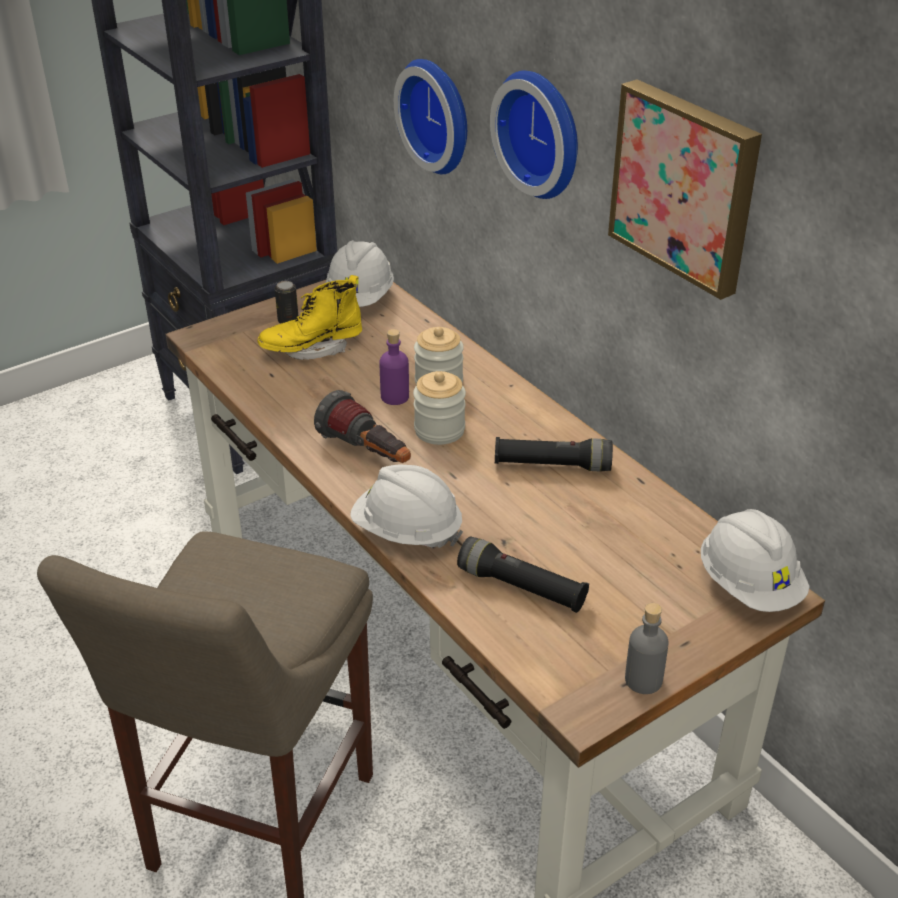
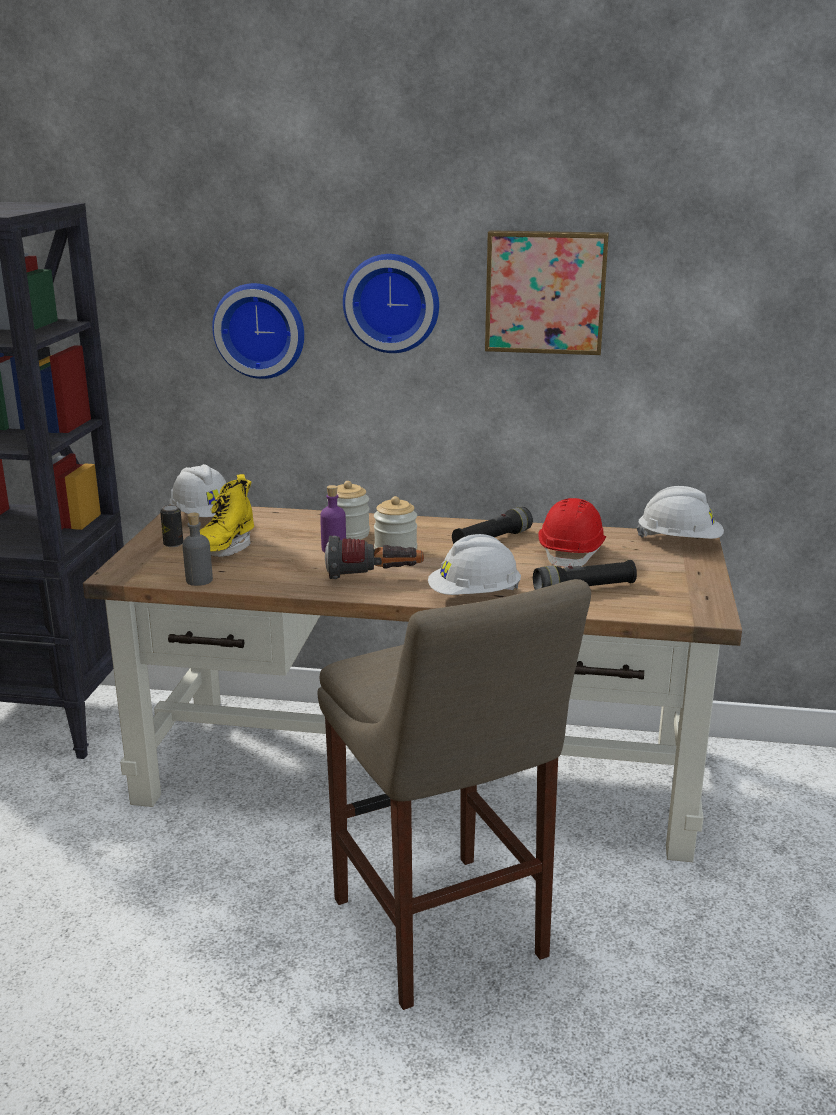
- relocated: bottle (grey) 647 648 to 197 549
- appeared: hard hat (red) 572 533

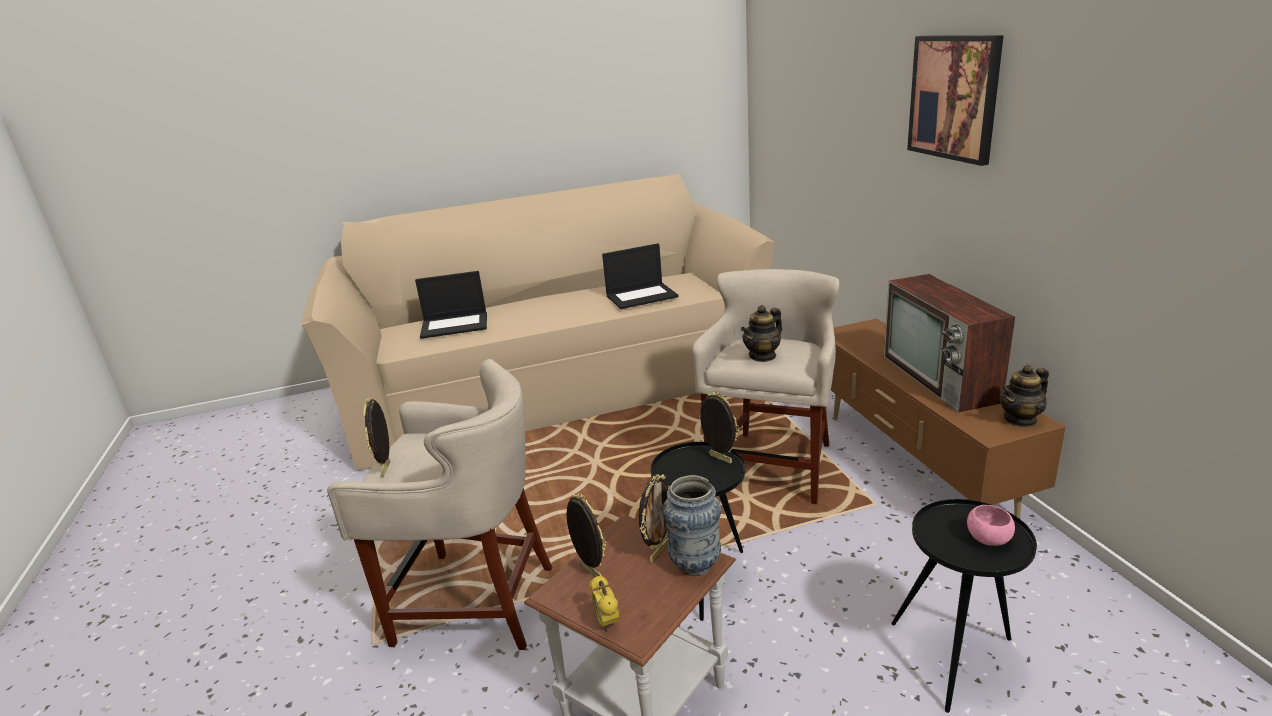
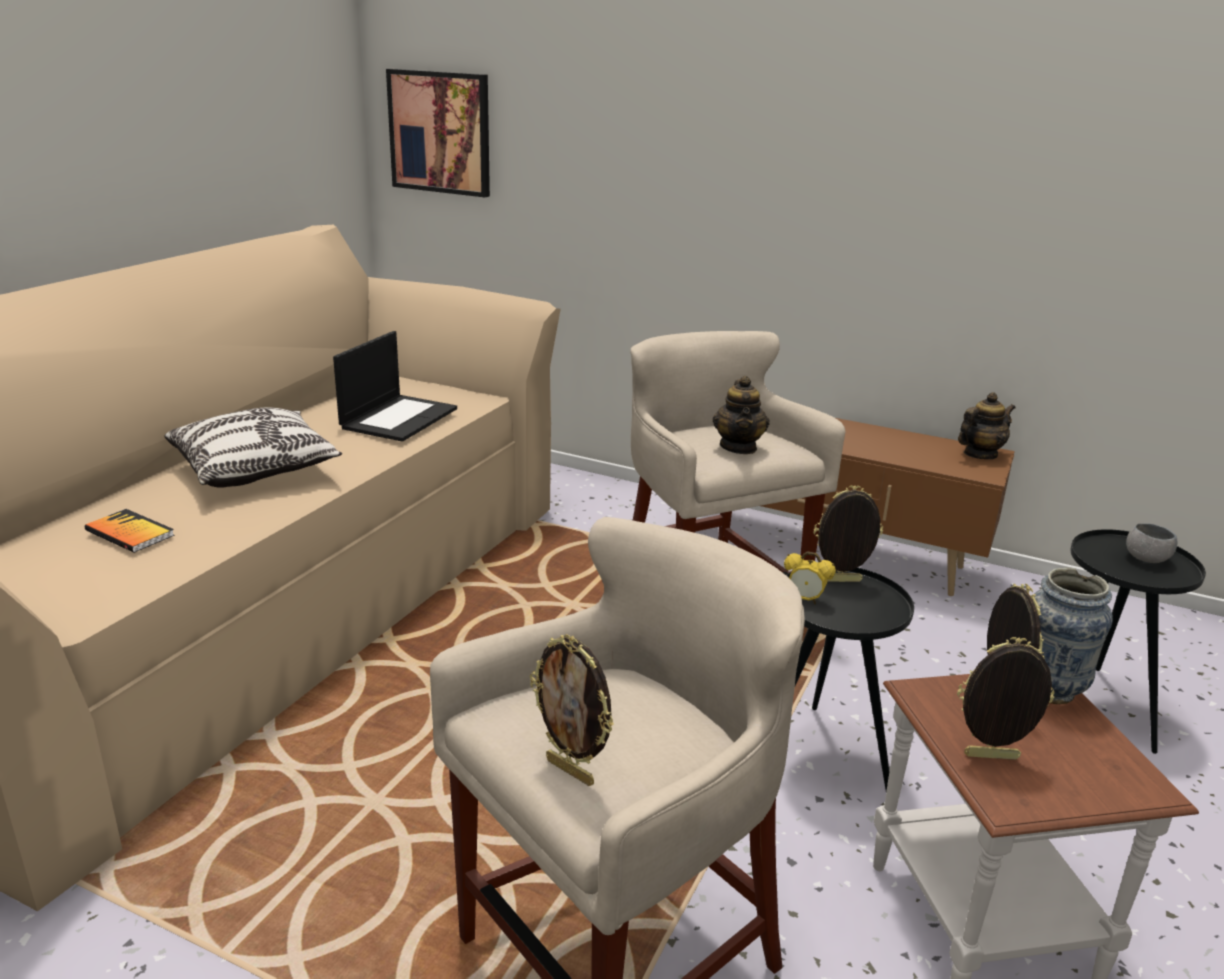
- exchanged: laptop 451 305 to book 130 531
- relocated: alarm clock 604 603 to 810 577
- missing: television 949 343
- relocated: picture 955 100 to 438 133
- colour: bowl (pink) 991 525 to bowl (grey) 1151 543
- spun: teapot 1024 396 = 986 425 135 degrees counterclockwise
- appeared: pillow 253 447

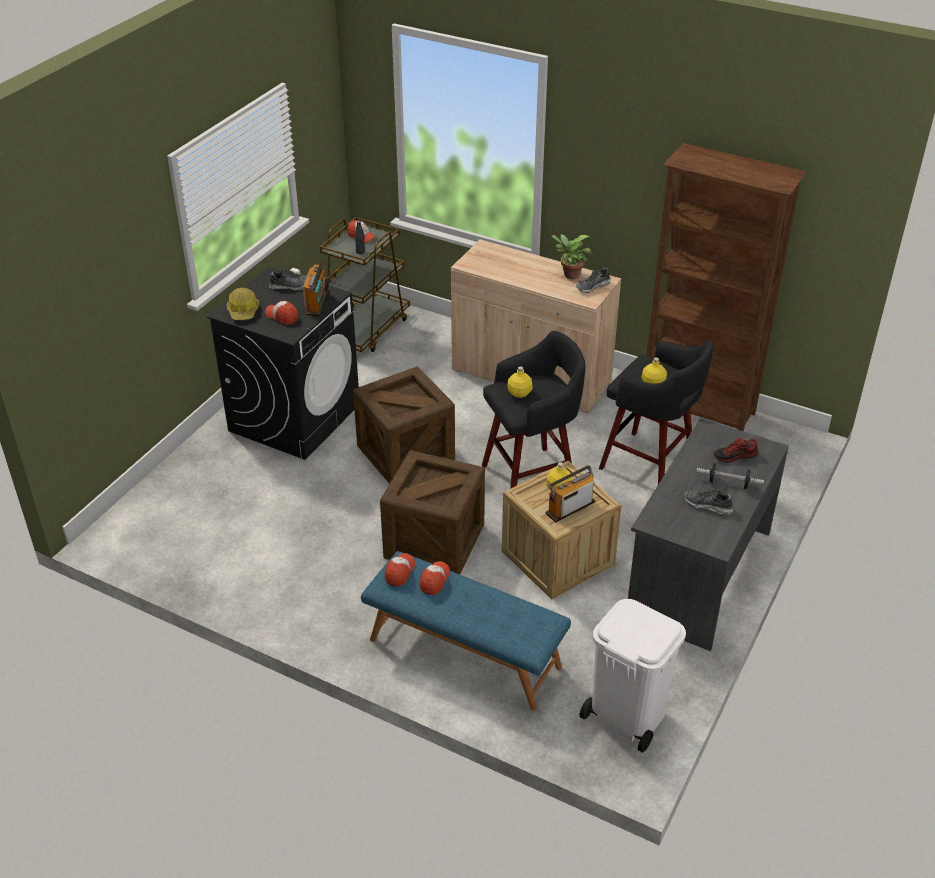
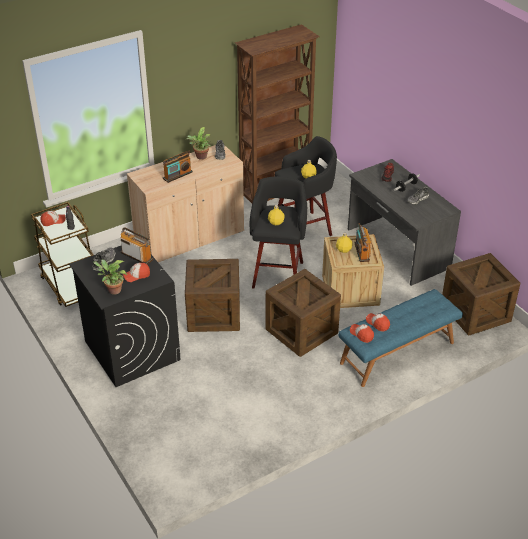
- exchanged: hard hat 243 304 to potted plant 110 277
- exchanged: trash can (white) 633 676 to crate 481 294
- appeared: radio 178 167

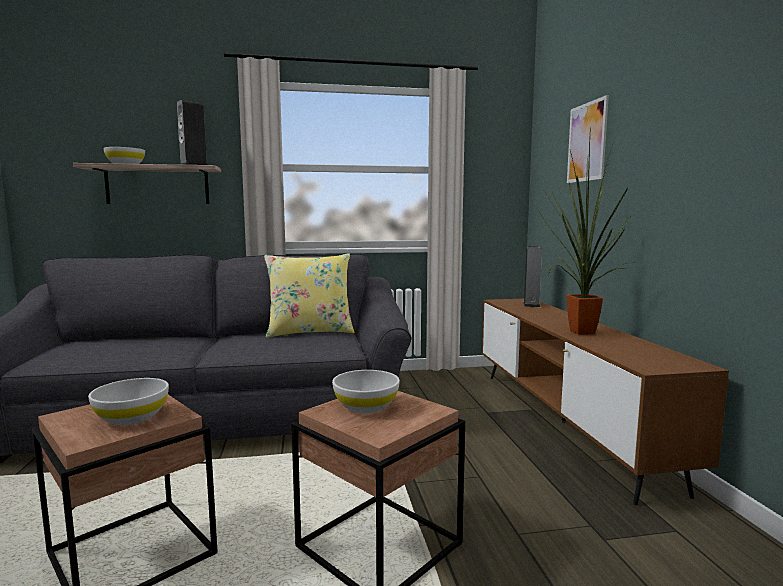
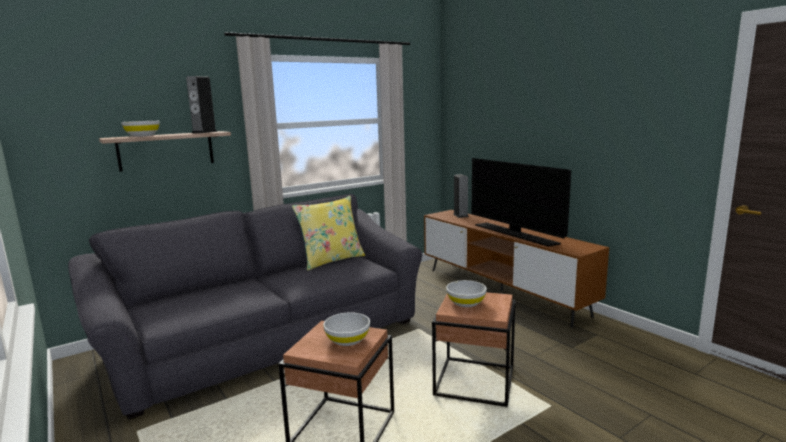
- exchanged: potted plant 586 236 to television 521 202
- missing: picture 588 139

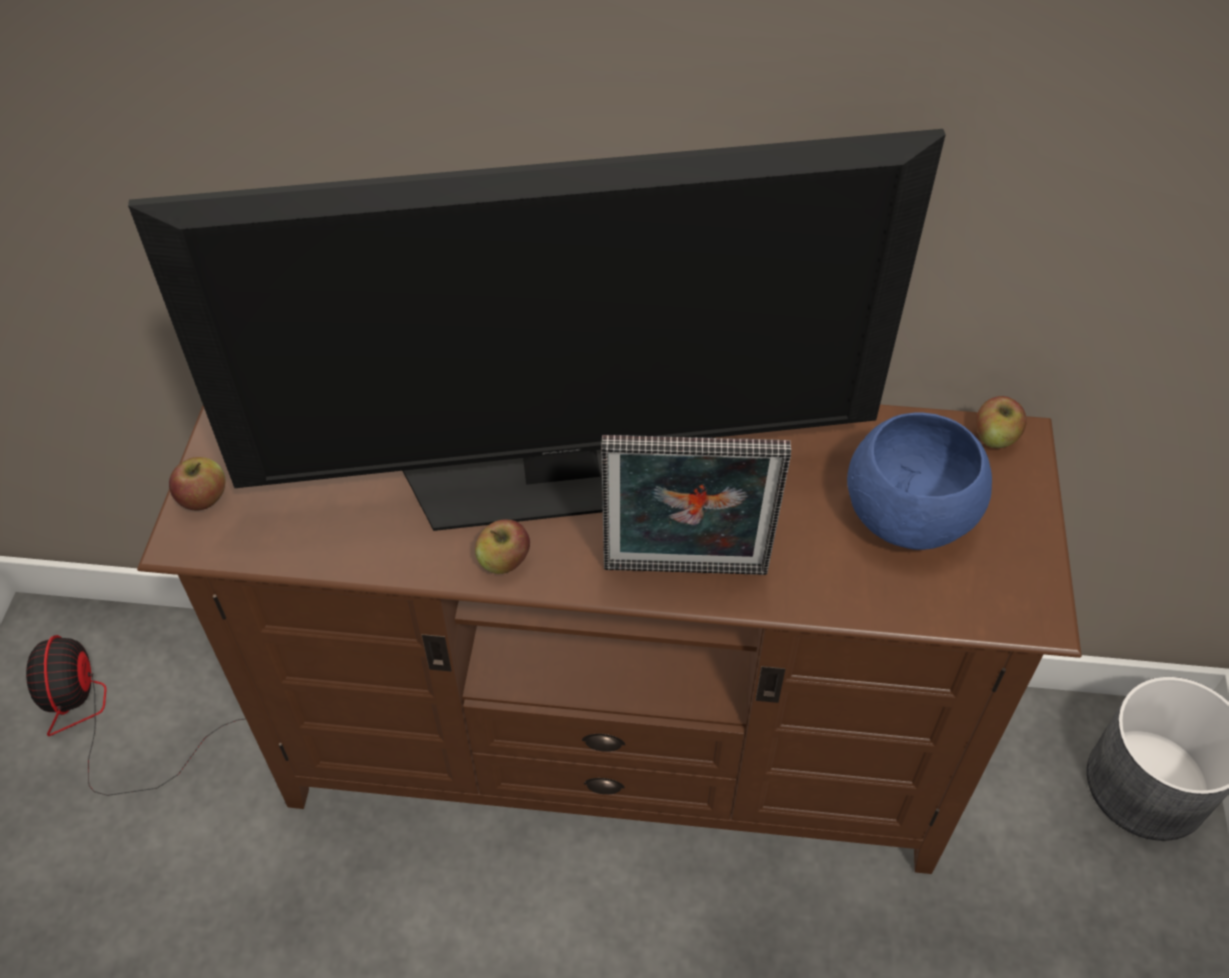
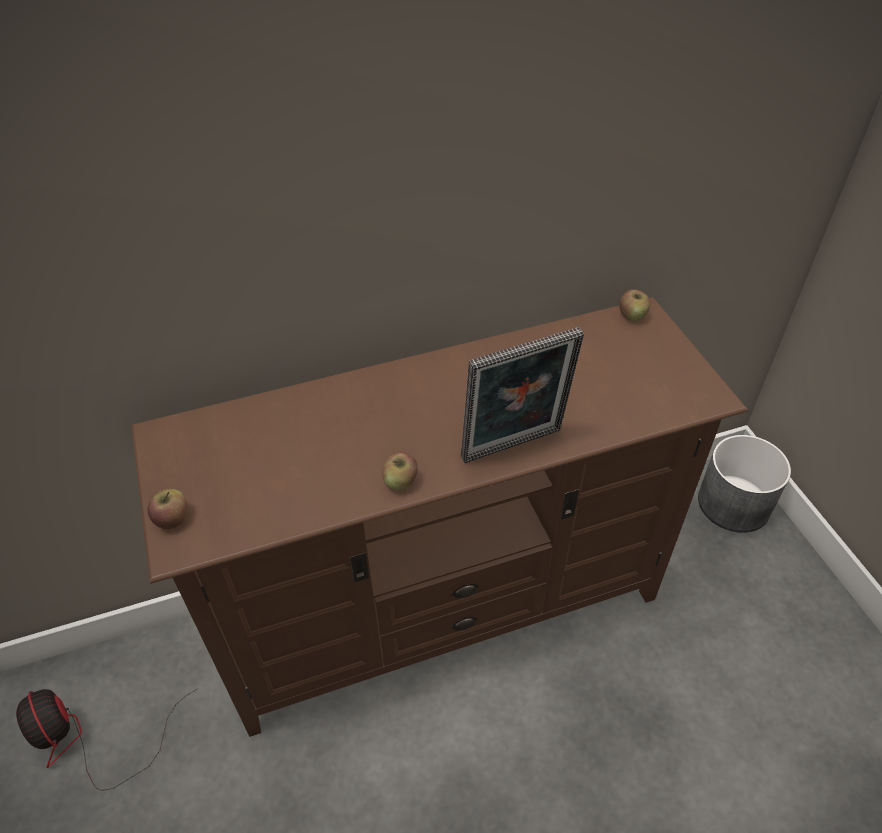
- missing: television 537 330
- missing: bowl (blue) 919 481

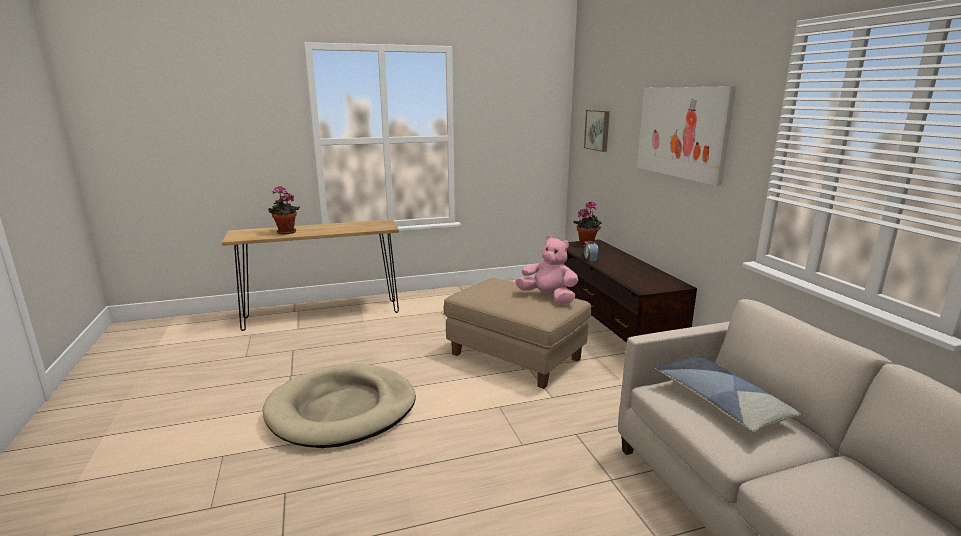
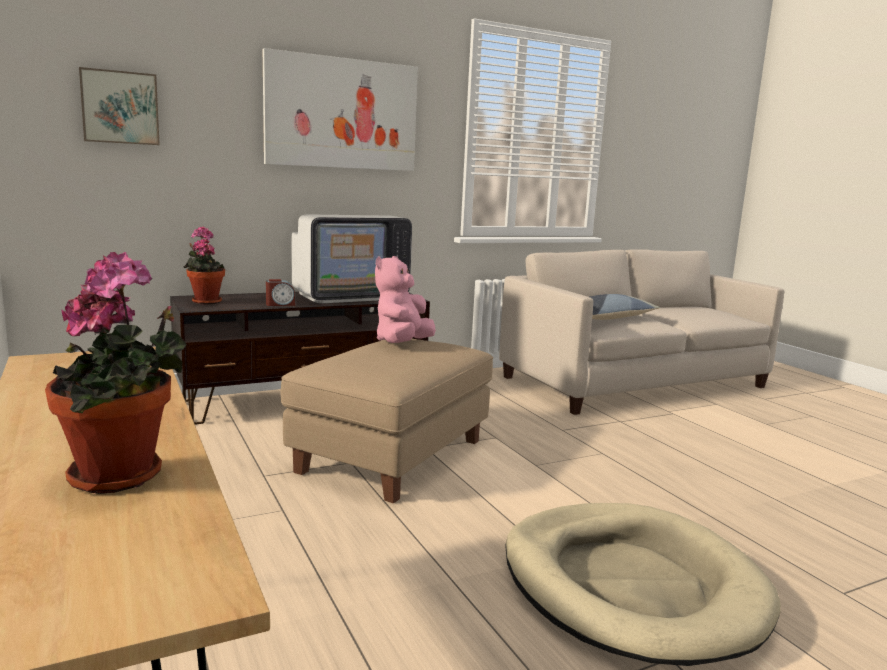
- appeared: television 352 259

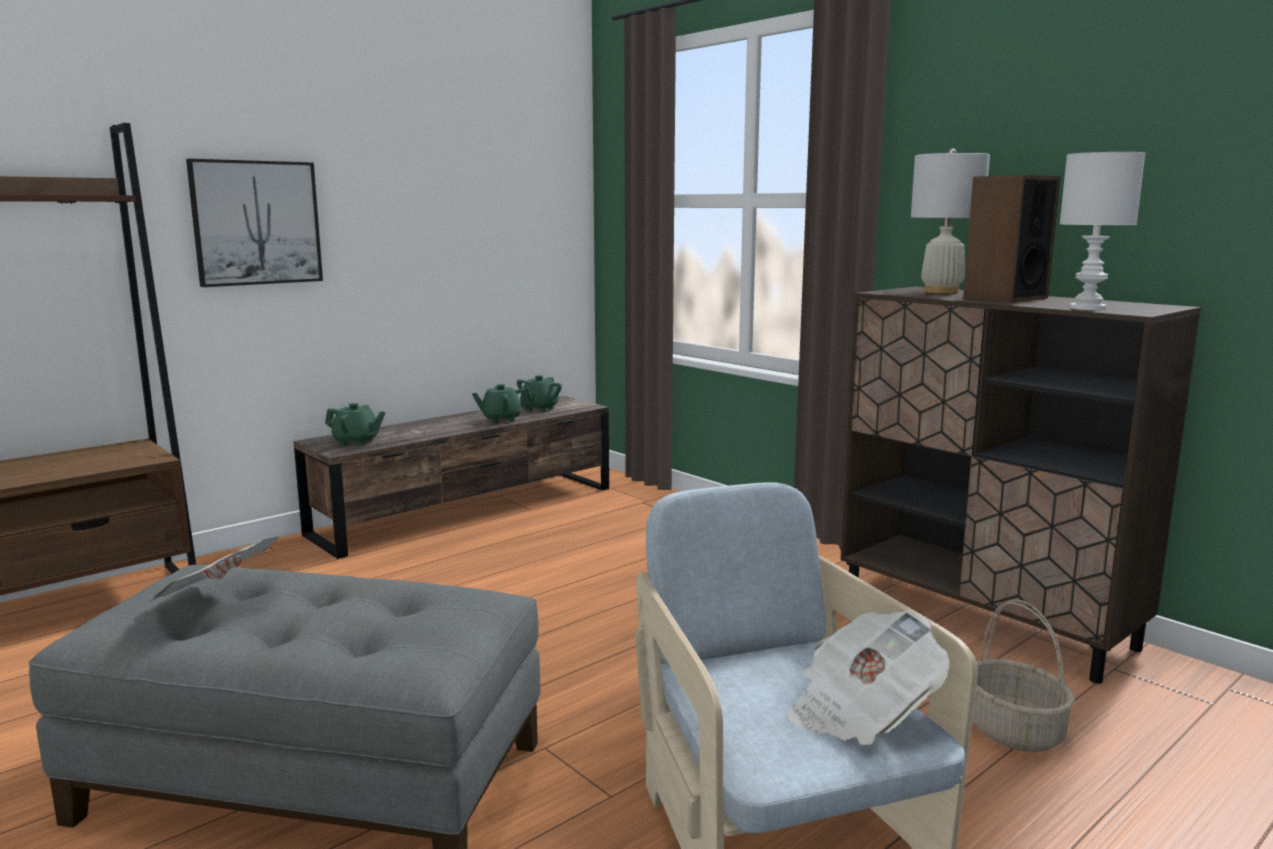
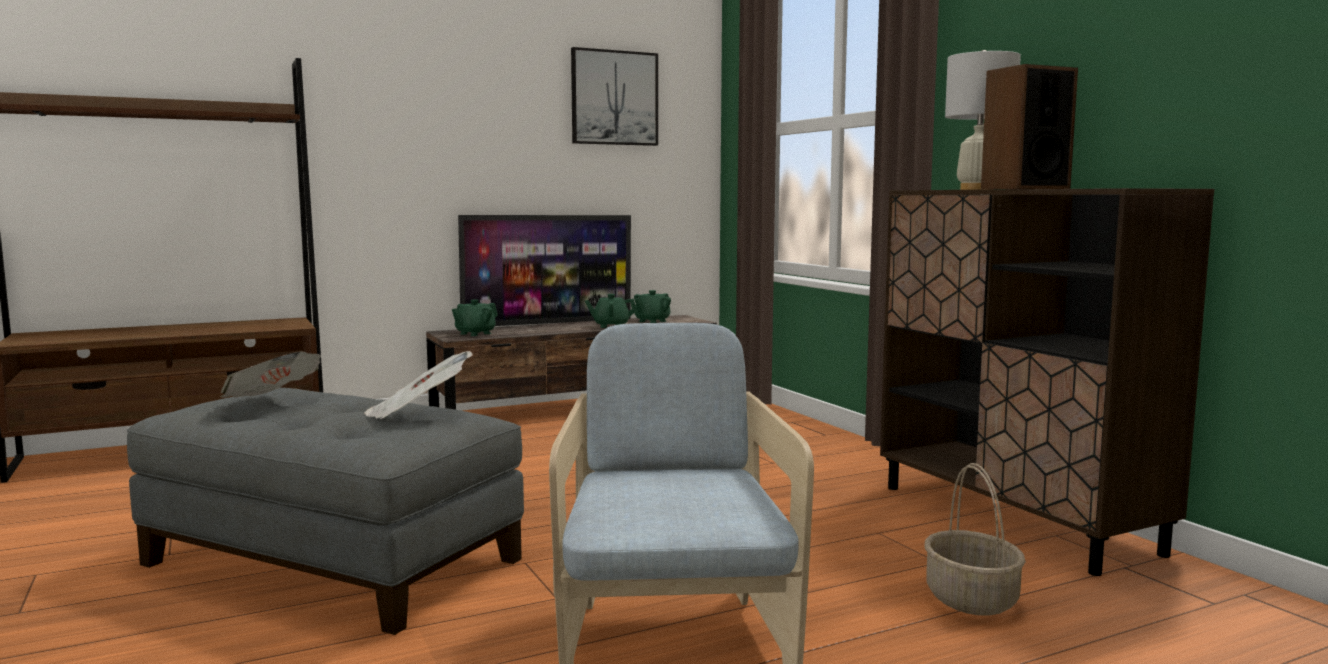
- relocated: picture 254 223 to 614 96
- spun: teapot (green) 355 424 = 475 317 105 degrees clockwise
- relocated: newspaper 868 678 to 418 385
- missing: table lamp (white) 1102 231
- appeared: television 544 270

